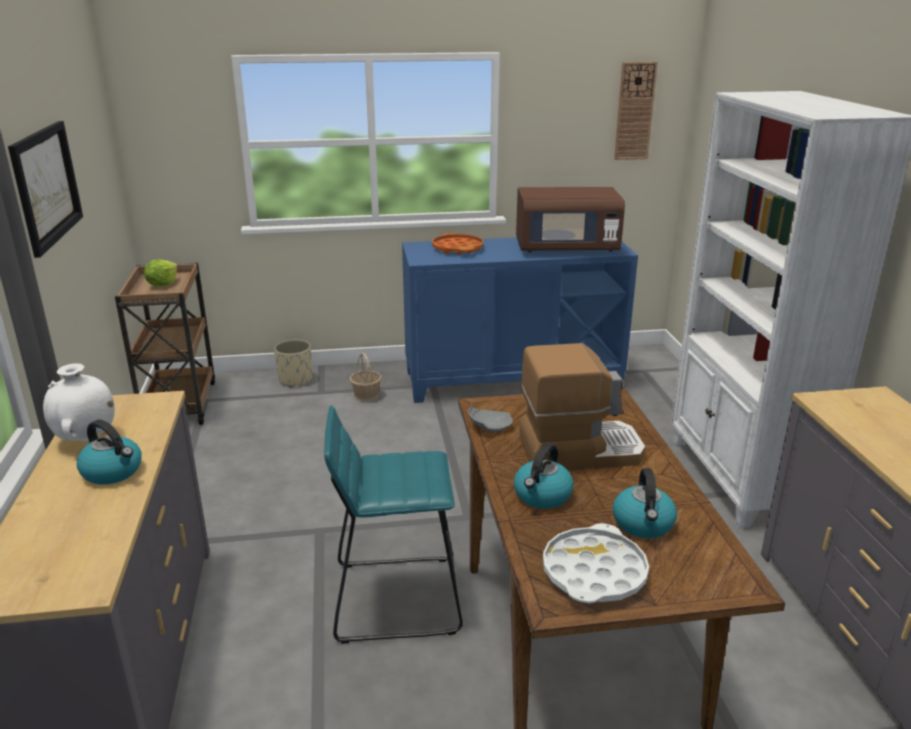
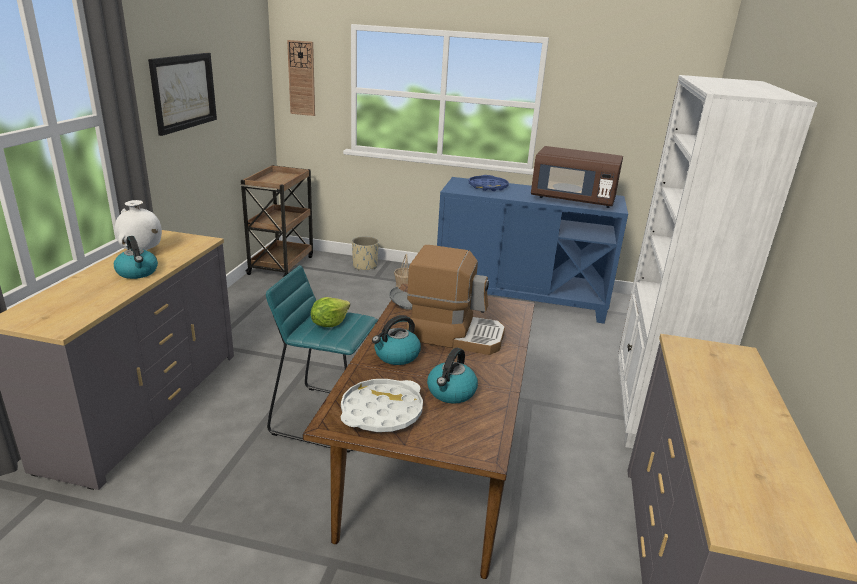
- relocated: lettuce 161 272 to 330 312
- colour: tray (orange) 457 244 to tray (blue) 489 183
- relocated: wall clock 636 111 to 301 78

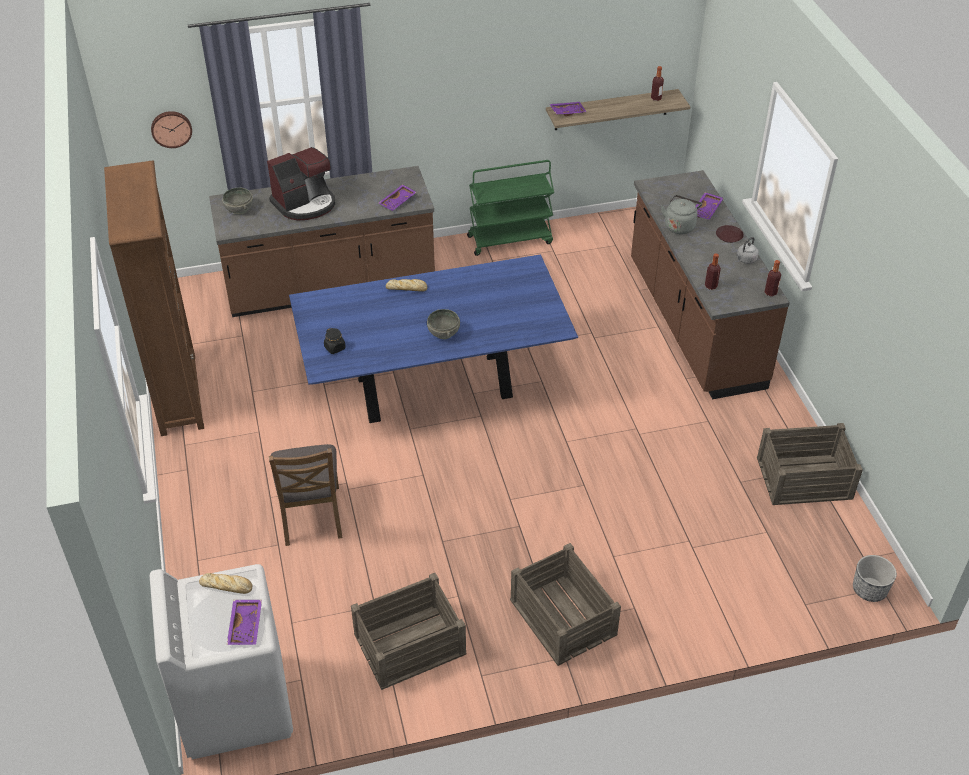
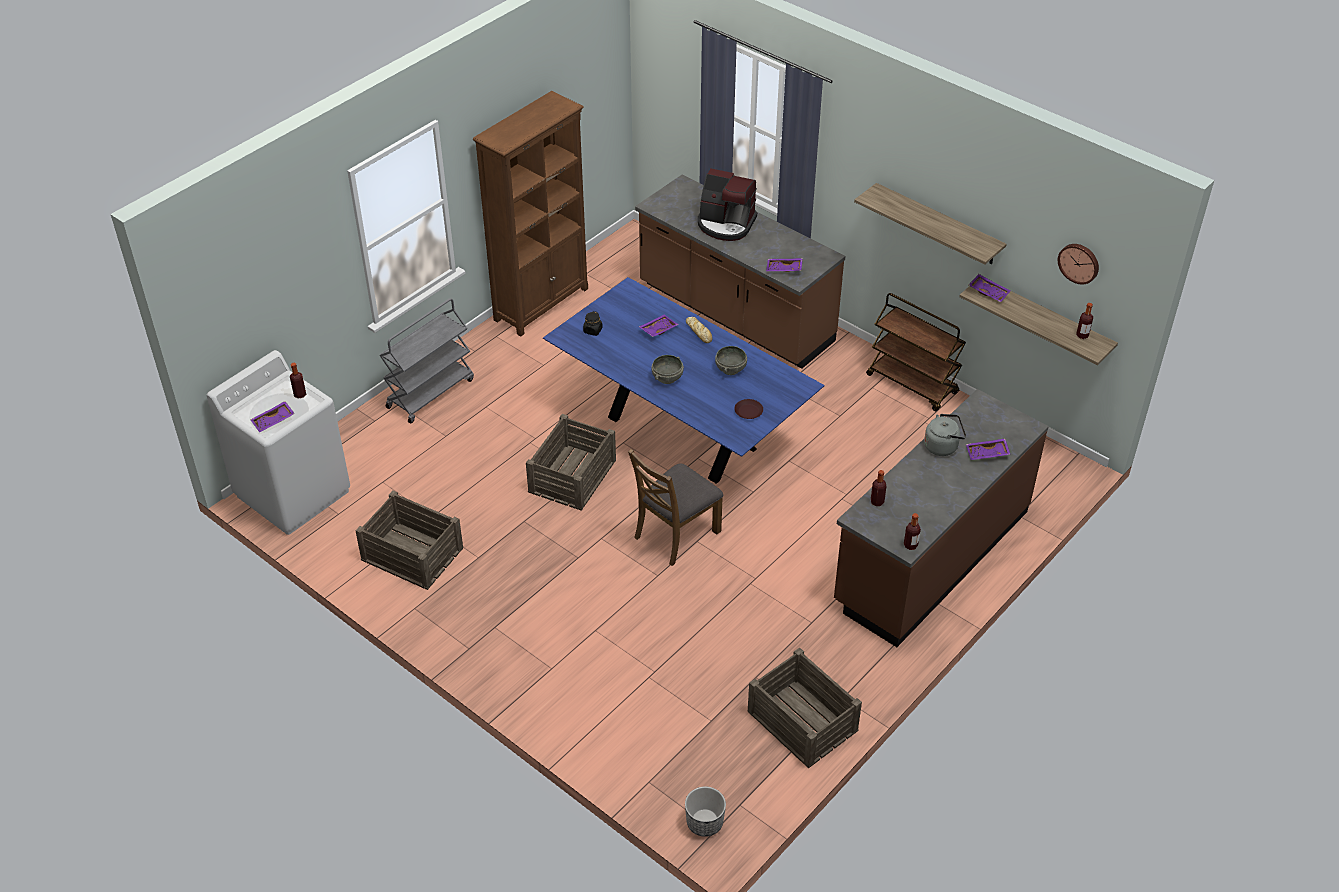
- relocated: wall clock 171 129 to 1078 264
- exchanged: bread 225 583 to bottle 298 381
- relocated: bowl (grey) 237 201 to 731 360
- relocated: chair (brown) 305 495 to 675 507
- colour: cart (green) 510 208 to cart (brown) 916 352
- relocated: crate 565 604 to 571 462
- relocated: plate (brown) 730 234 to 748 409
- missing: kettle (grey) 747 250
- appeared: cart (grey) 426 361
- appeared: tray (purple) 659 325
- appeared: shelf 930 224

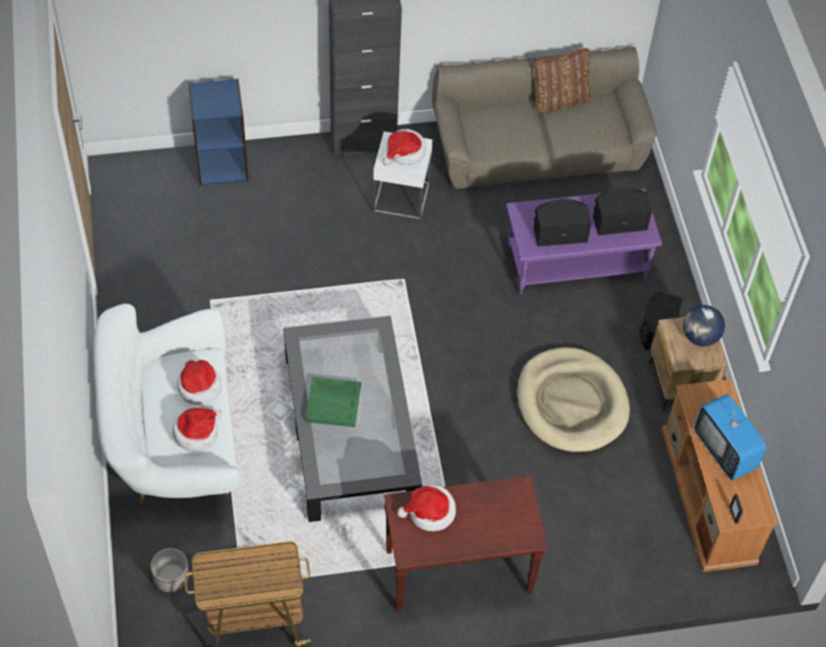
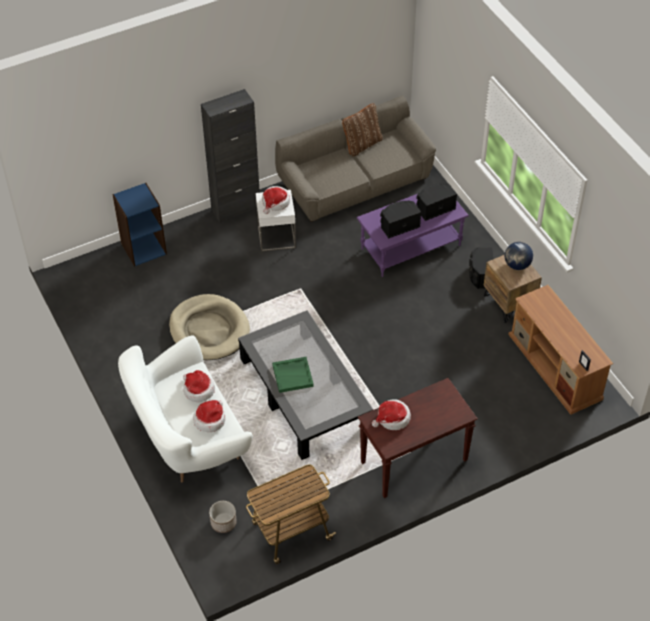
- relocated: dog bed (beige) 573 399 to 209 327
- missing: television 730 437

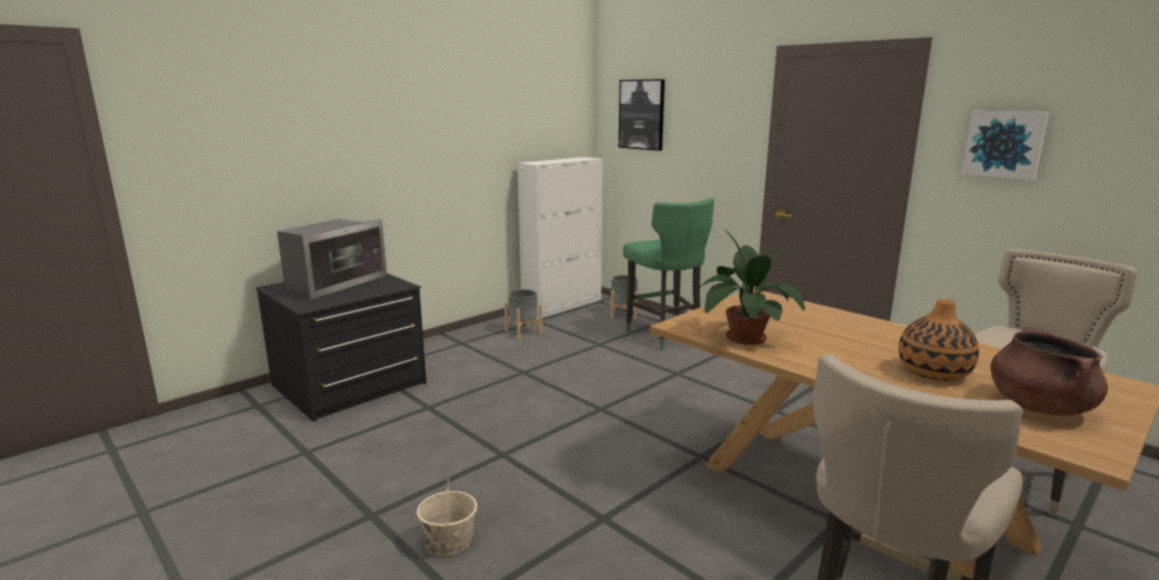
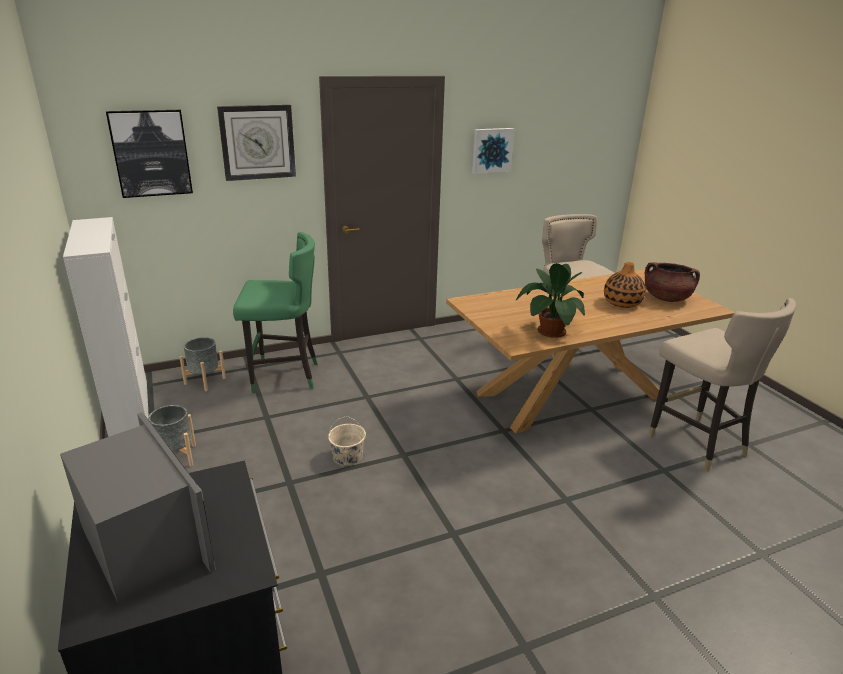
- relocated: bucket (beige) 447 517 to 347 440
- appeared: wall clock 256 143

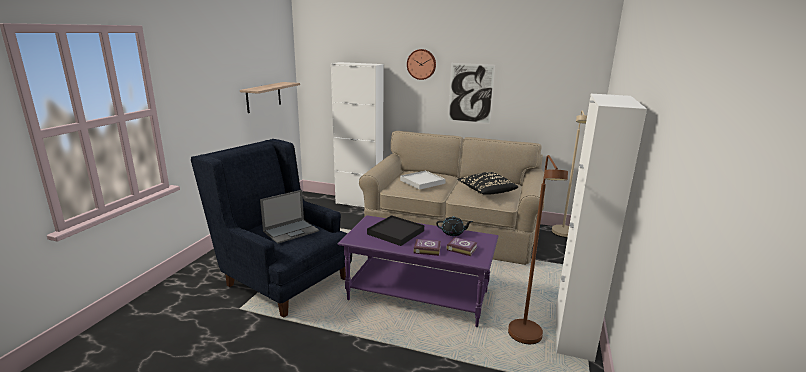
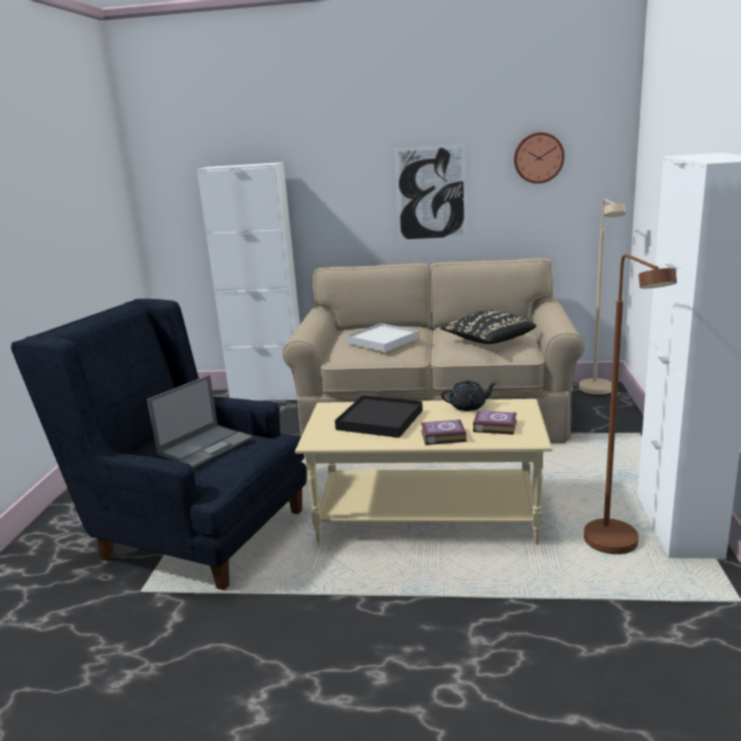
- missing: shelf 270 97
- colour: coffee table (purple) 418 271 to coffee table (beige) 423 472
- relocated: wall clock 421 64 to 539 158

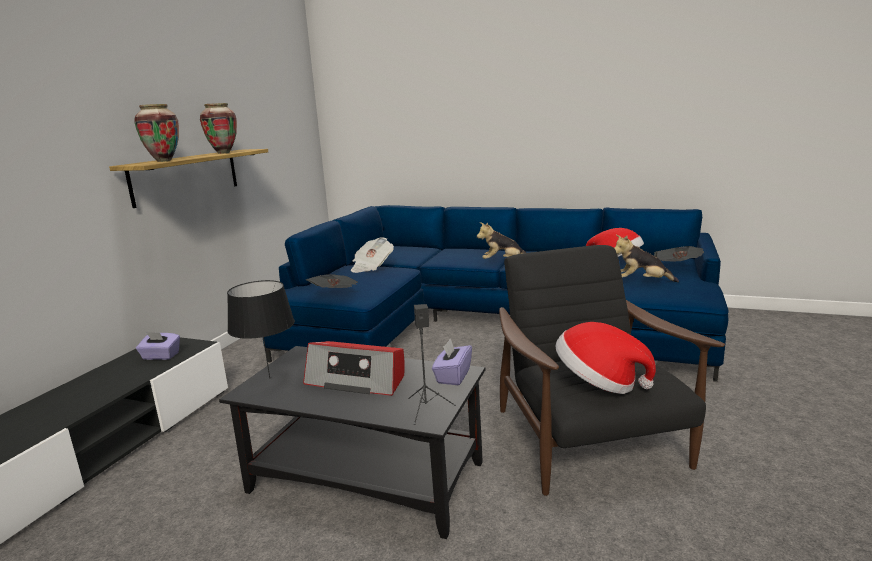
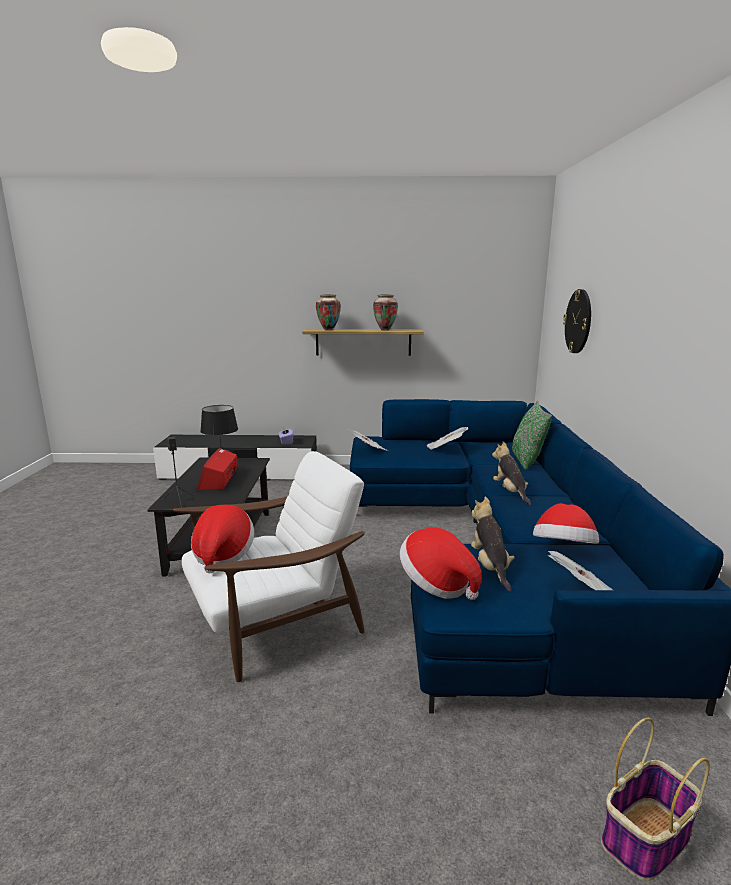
- missing: tissue box (purple) 452 361
- colour: armchair (black) 612 370 to armchair (white) 269 566
- appeared: hat 440 563
- appeared: pillow (green) 532 435
- appeared: wall clock 577 321
- appeared: basket 655 799

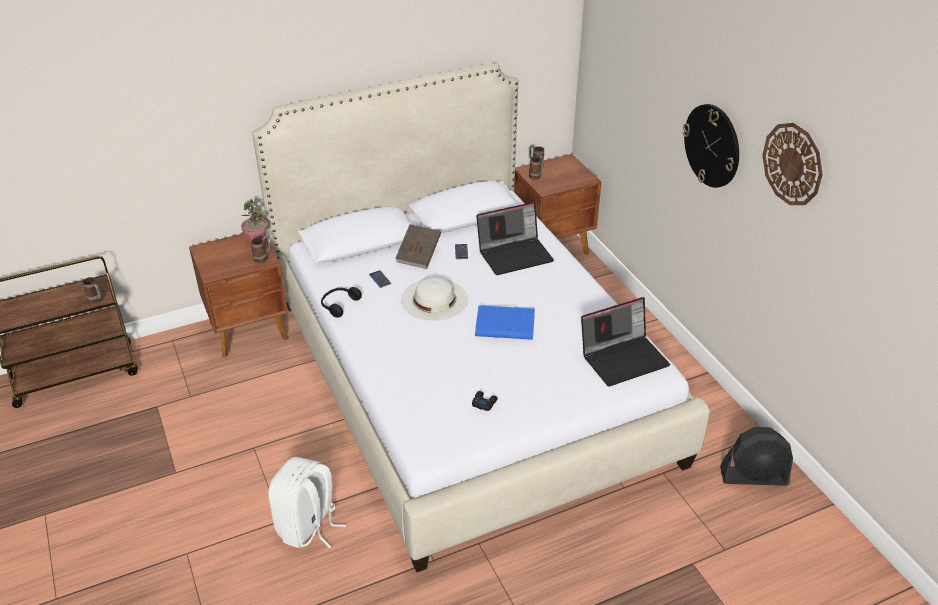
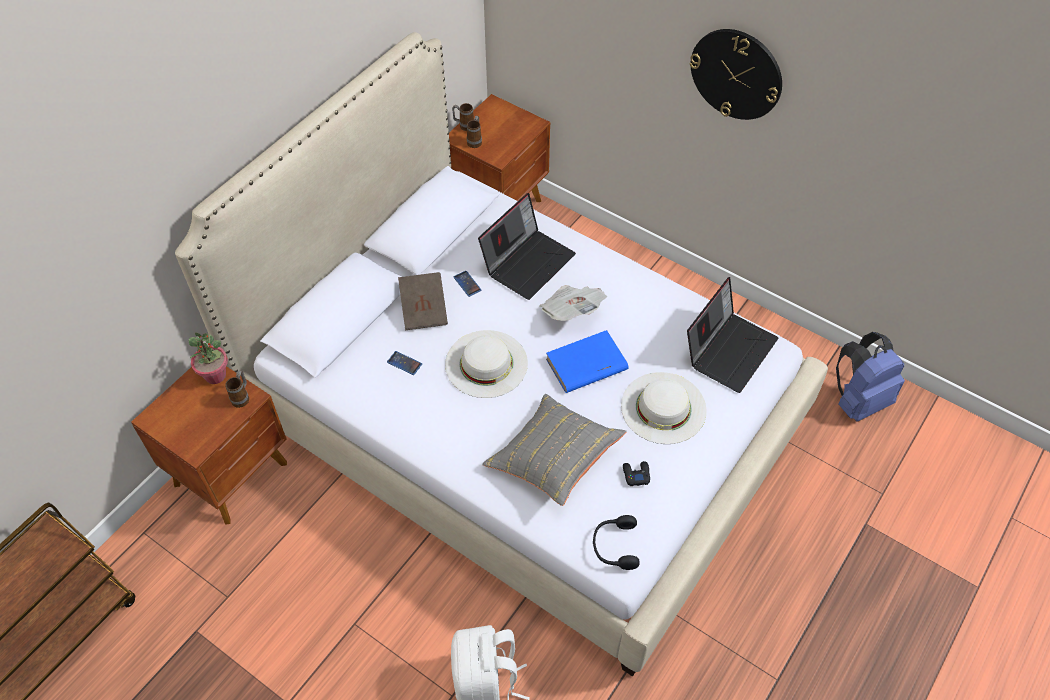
- missing: mug 92 290
- relocated: headphones (black) 341 302 to 616 542
- exchanged: fan (black) 756 456 to backpack (blue) 870 377
- missing: wall clock 792 164
- appeared: pillow (grey) 554 450
- appeared: newspaper 573 303
- appeared: hat (white) 664 408

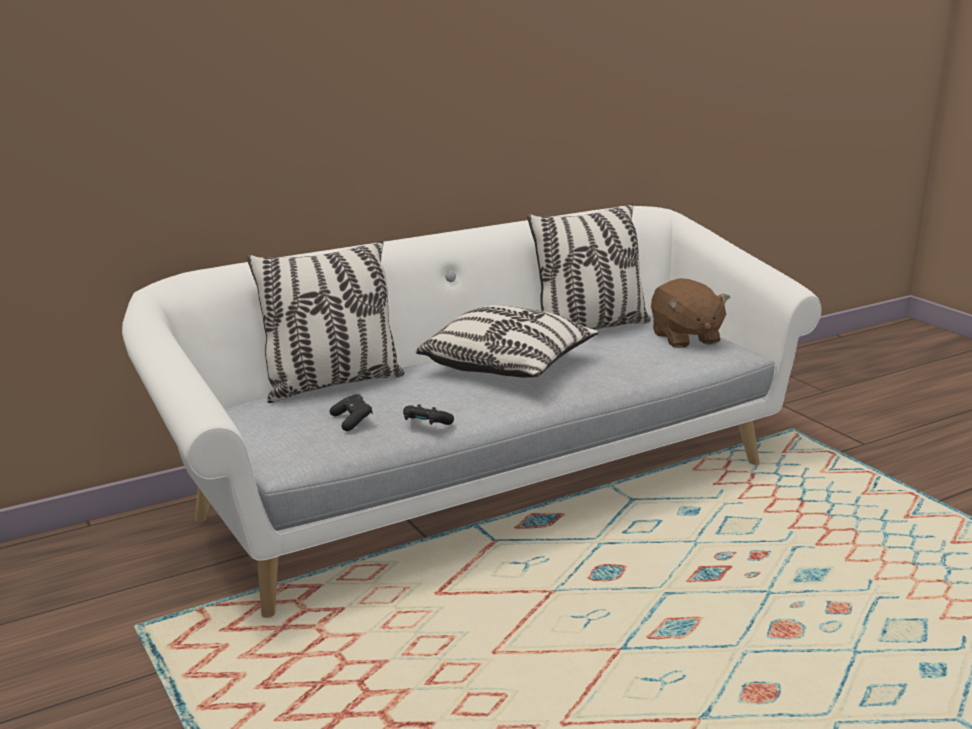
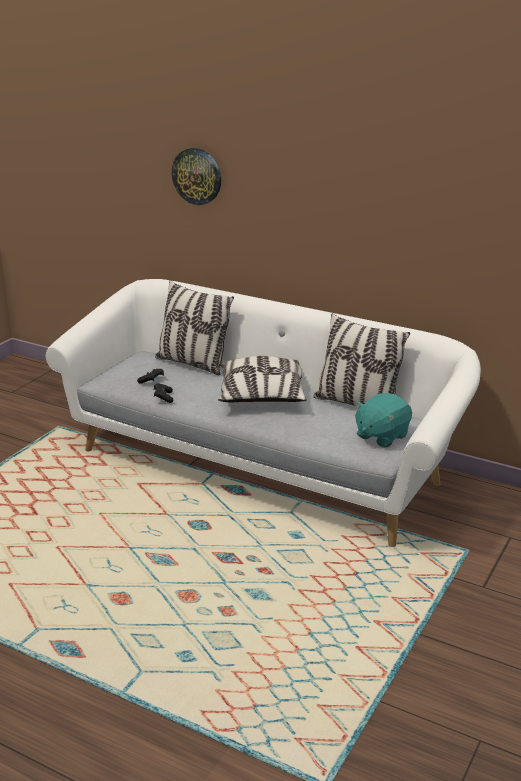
- colour: plush toy (brown) 690 313 to plush toy (turquoise) 383 420
- appeared: wall clock 196 176

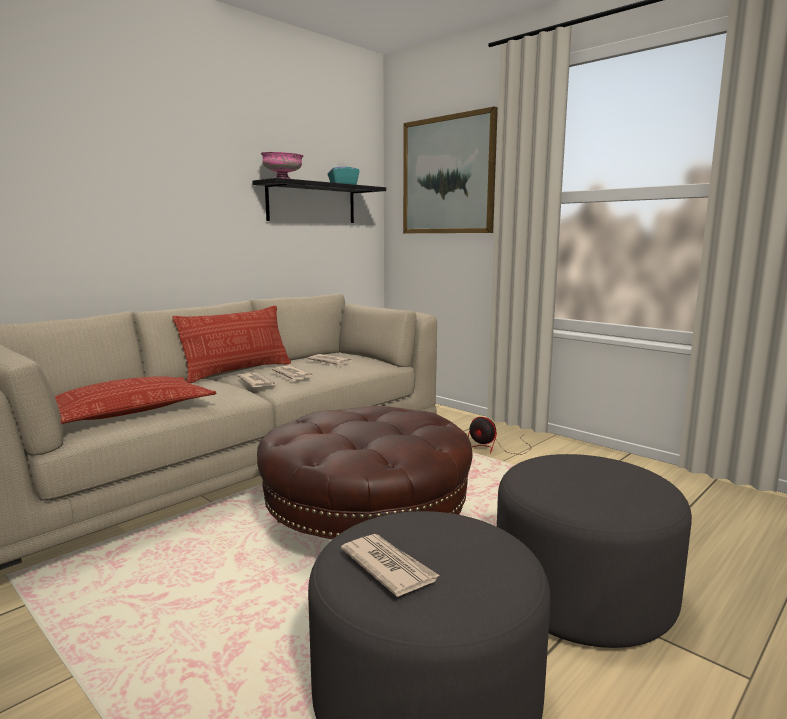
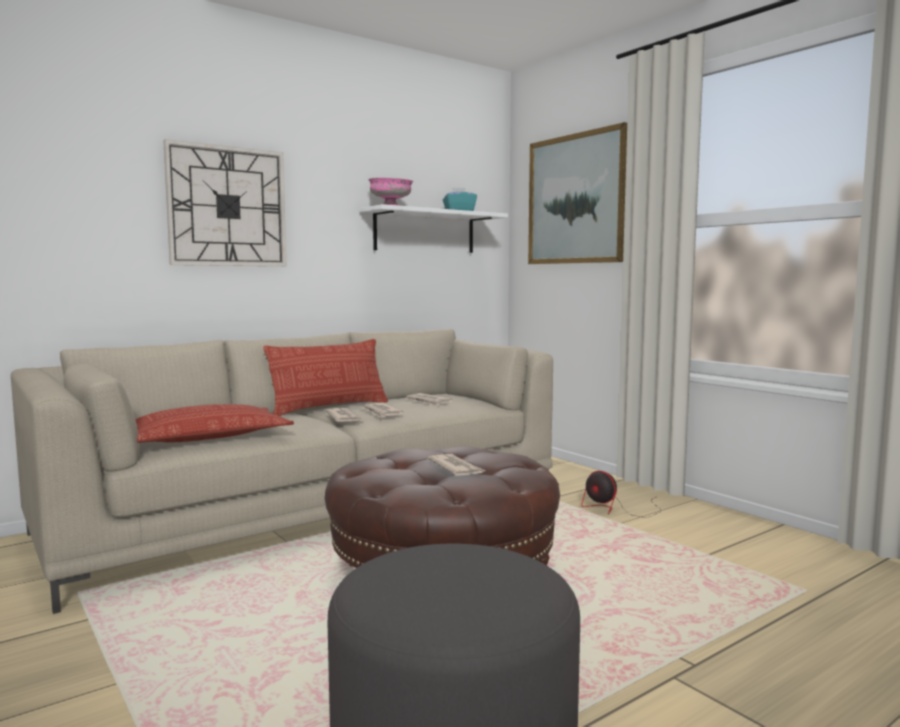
- colour: shelf (black) 319 200 to shelf (white) 434 228
- relocated: newspaper 390 565 to 456 465
- missing: ottoman (grey) 594 551
- appeared: wall clock 224 202

